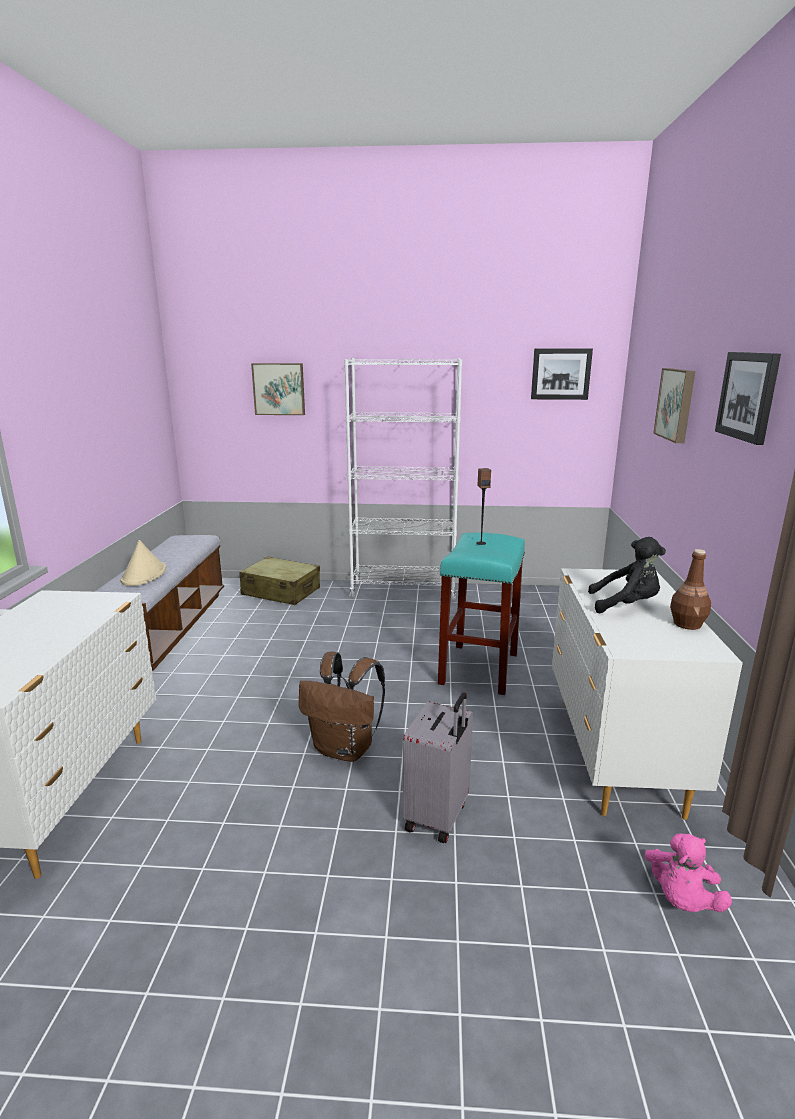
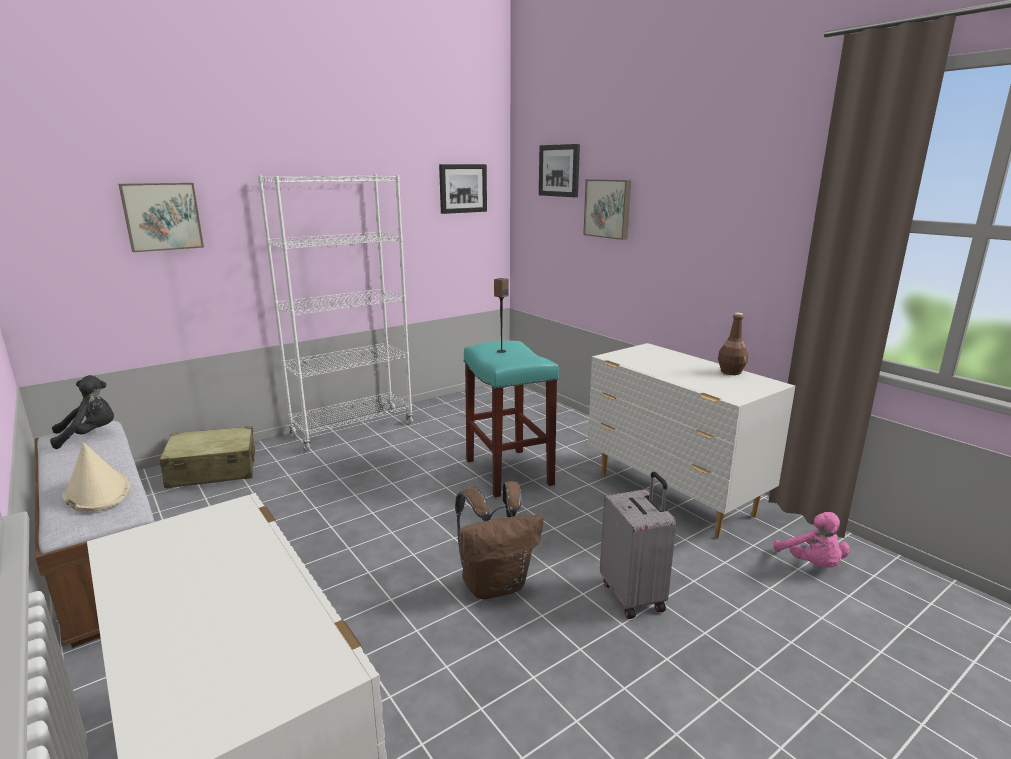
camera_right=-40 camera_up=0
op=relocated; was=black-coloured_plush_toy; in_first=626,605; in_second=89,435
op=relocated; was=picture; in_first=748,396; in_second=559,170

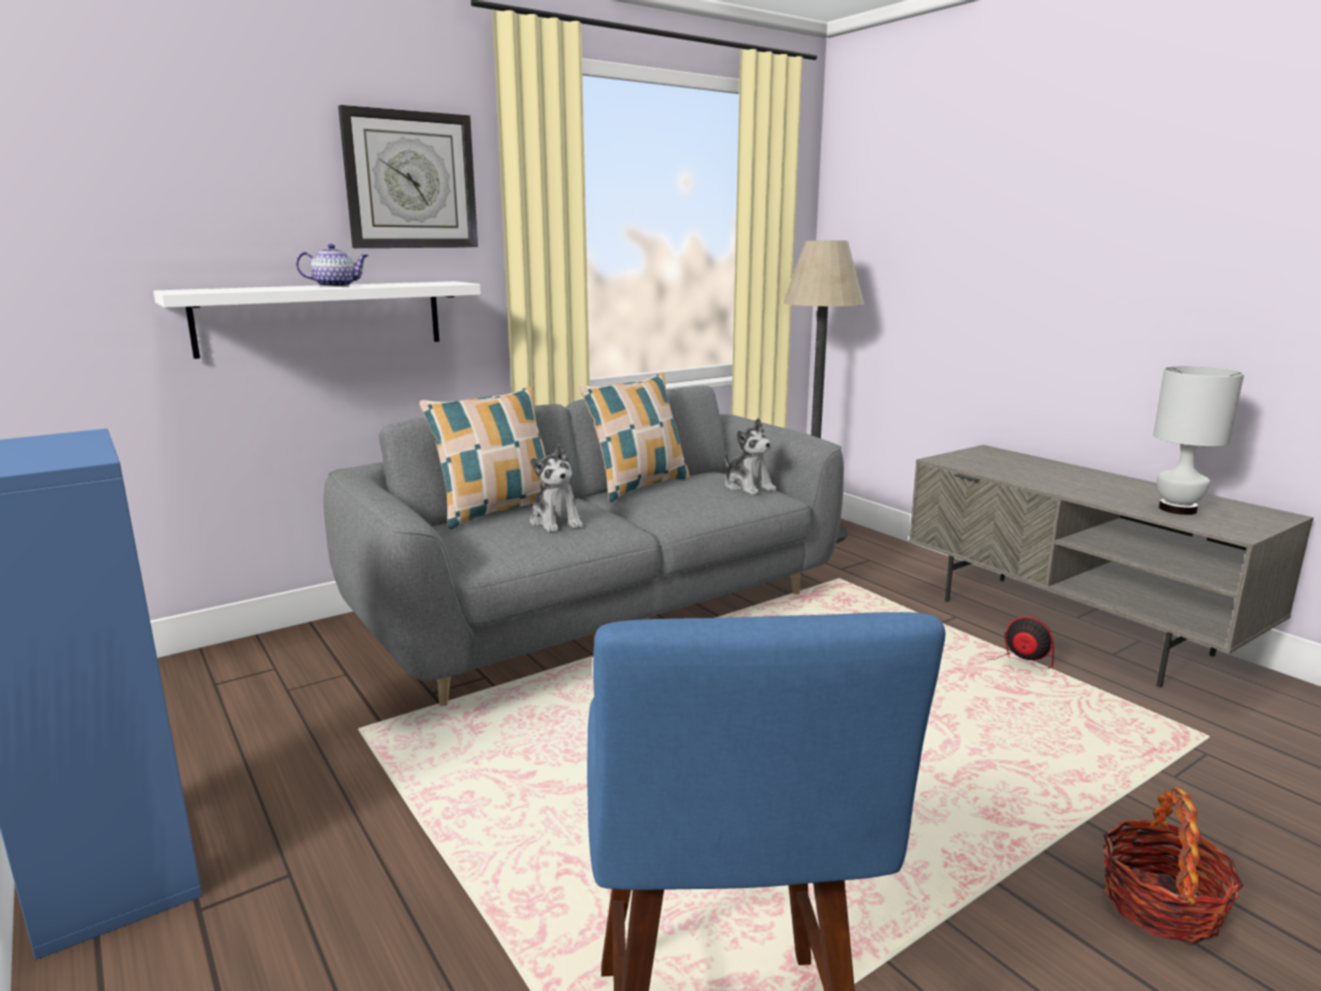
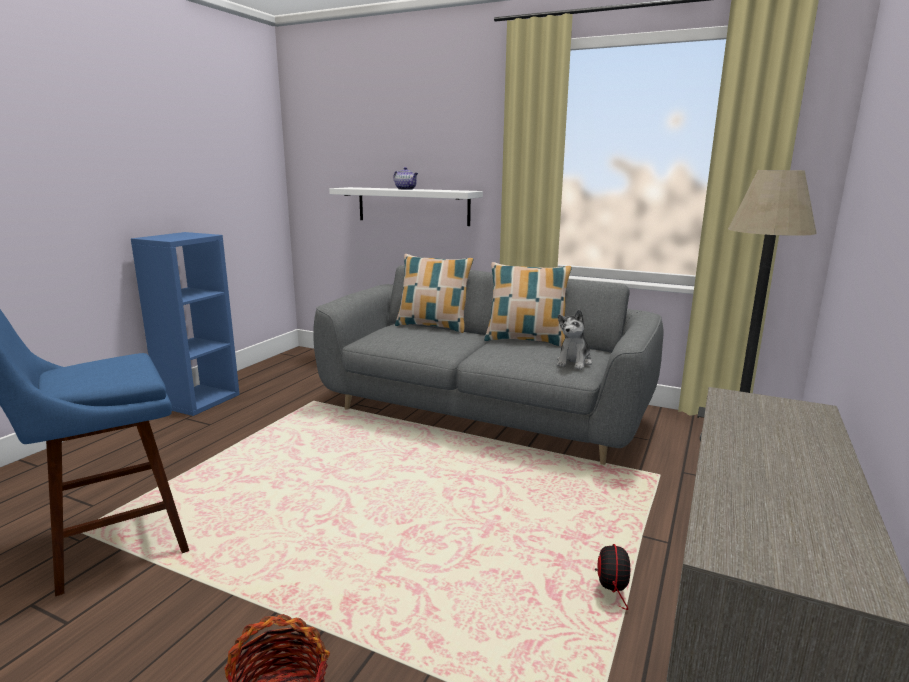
camera_right=60 camera_up=0
op=missing; was=clock_on_the_wall; in_first=410,181
op=missing; was=plush_toy; in_first=556,522
op=missing; was=whitish_table_lamp; in_first=1178,509

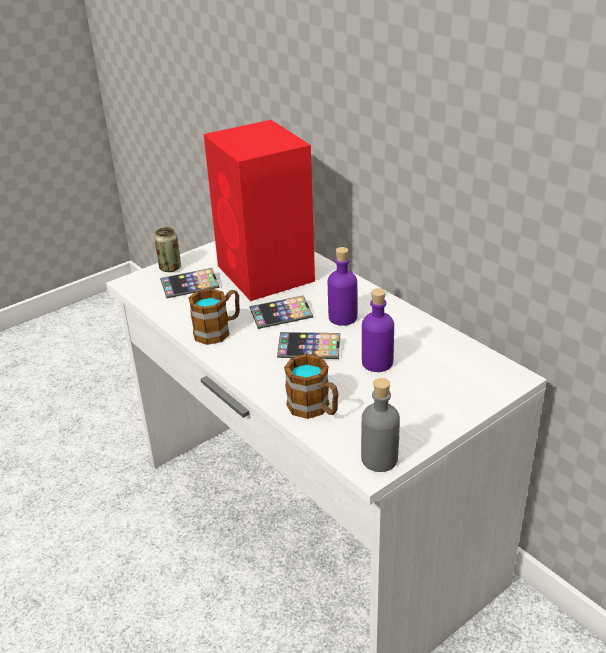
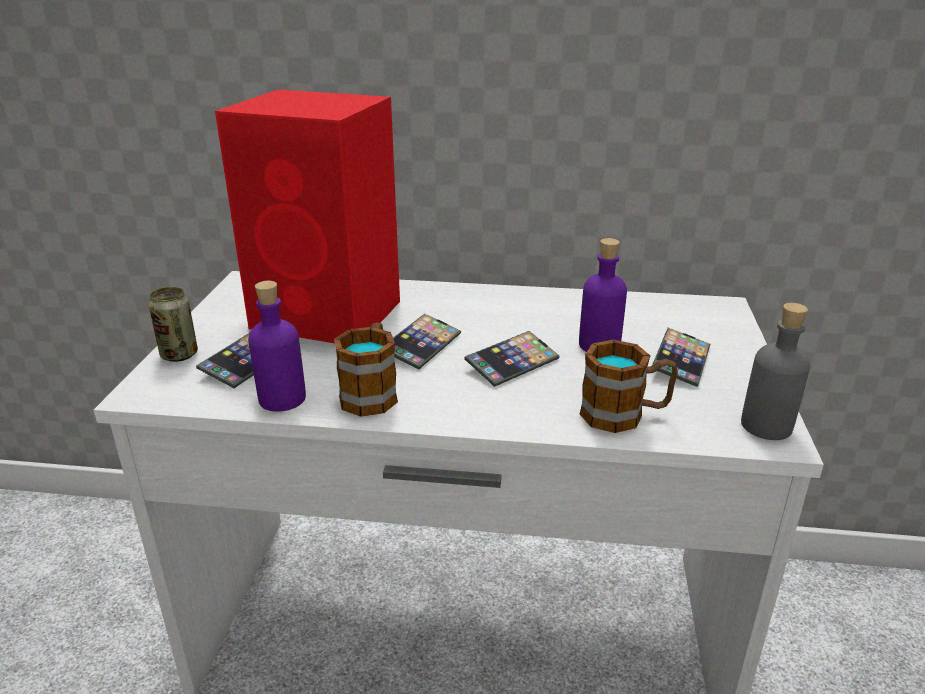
camera_right=-45 camera_up=-5
op=appeared; now=telephone; in_second=680,362
op=relocated; was=purple_drink_bottle; in_first=342,317; in_second=282,399

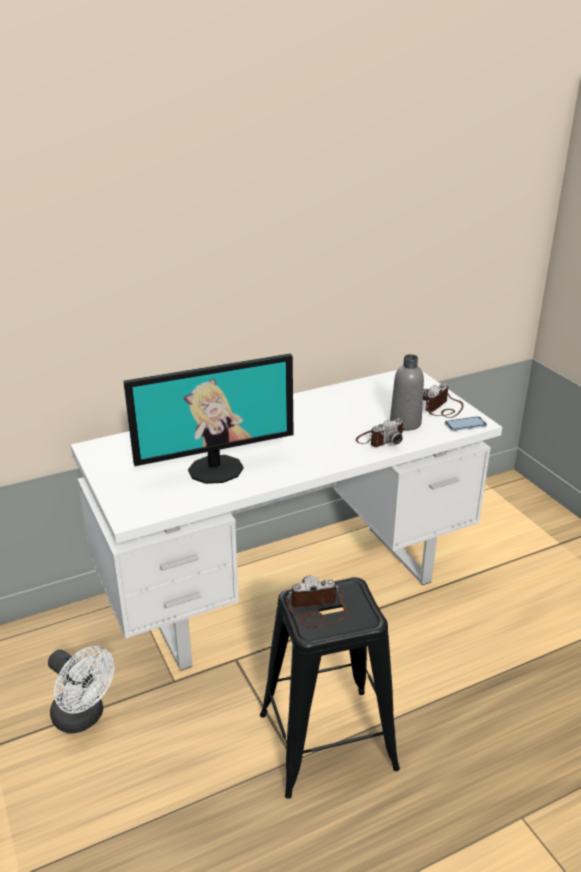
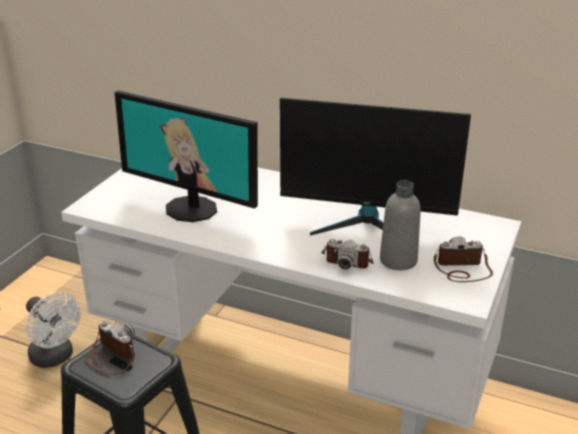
camera_right=50 camera_up=0
op=missing; was=telephone; in_first=465,425
op=appeared; now=computer_display; in_second=367,224
op=spun; was=whitish_cooling_fan; in_first=83,718; in_second=55,357; clockwise=-45

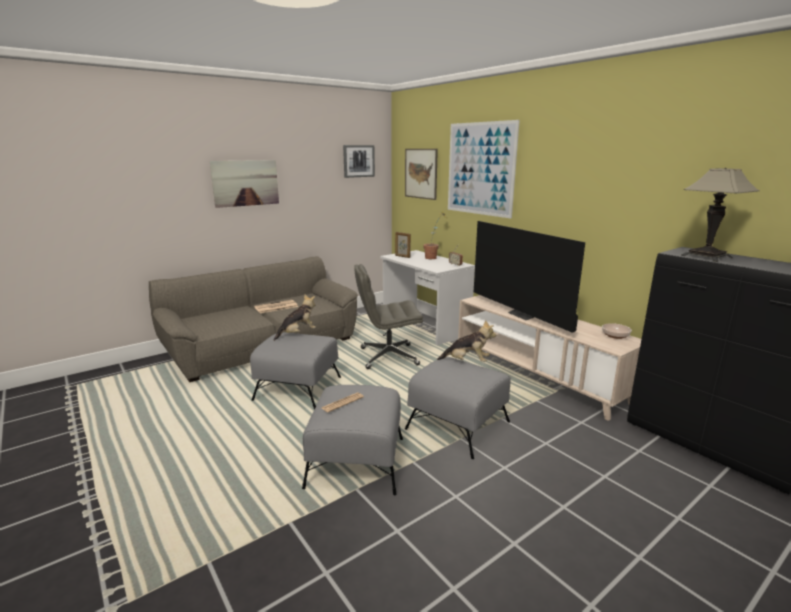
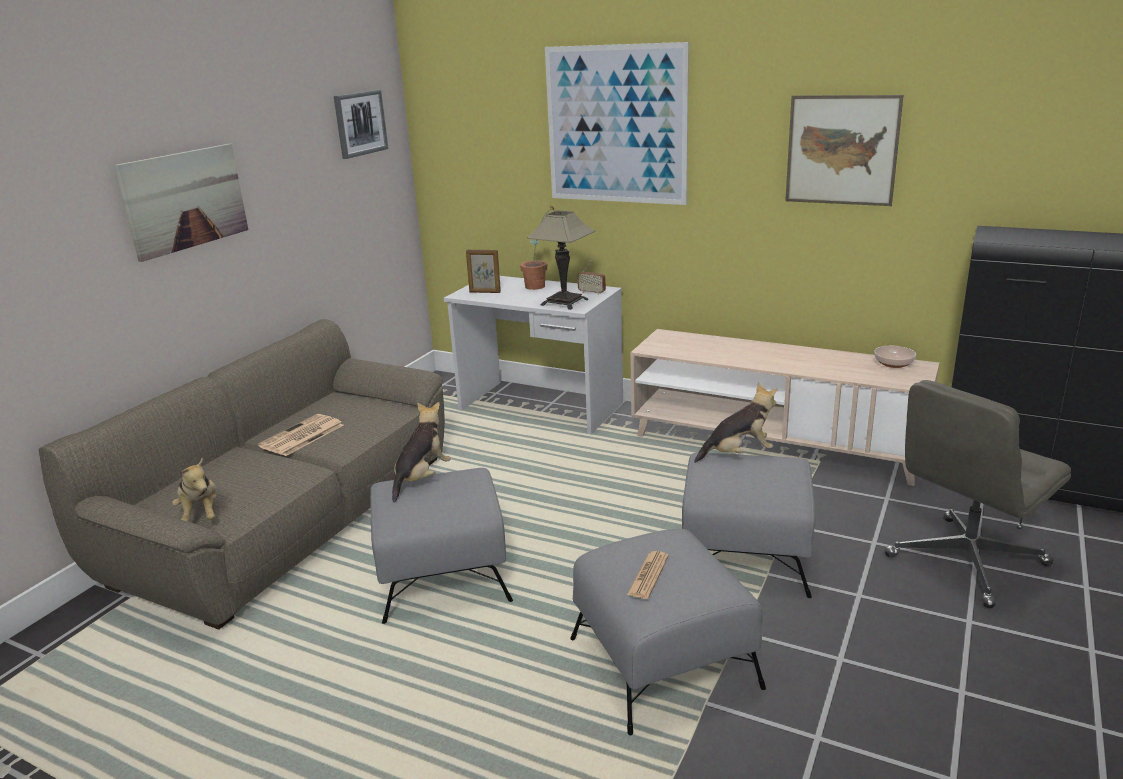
camera_right=-25 camera_up=5
op=missing; was=TV; in_first=523,315
op=appeared; now=plush_toy; in_second=201,514
op=relocated; was=grey_desk_chair; in_first=388,356; in_second=965,561
op=relocated; was=picture; in_first=421,173; in_second=842,150
op=relocated; was=table_lamp; in_first=706,256; in_second=564,302

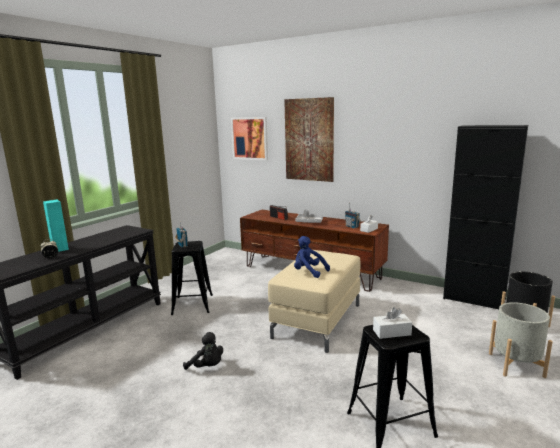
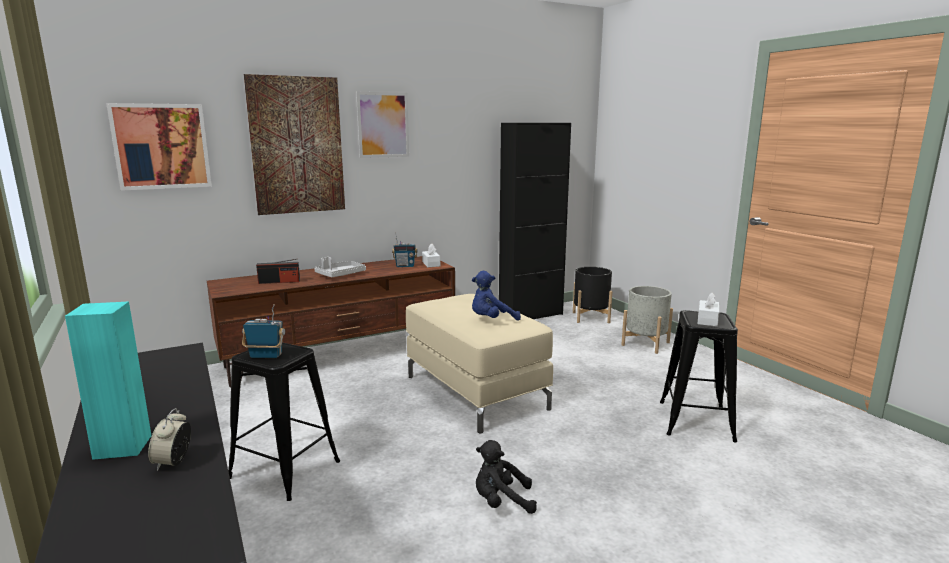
camera_right=-60 camera_up=0
op=appeared; now=picture; in_second=383,125
op=spun; was=black-coloured_plush_toy; in_first=207,367; in_second=501,502; clockwise=-150

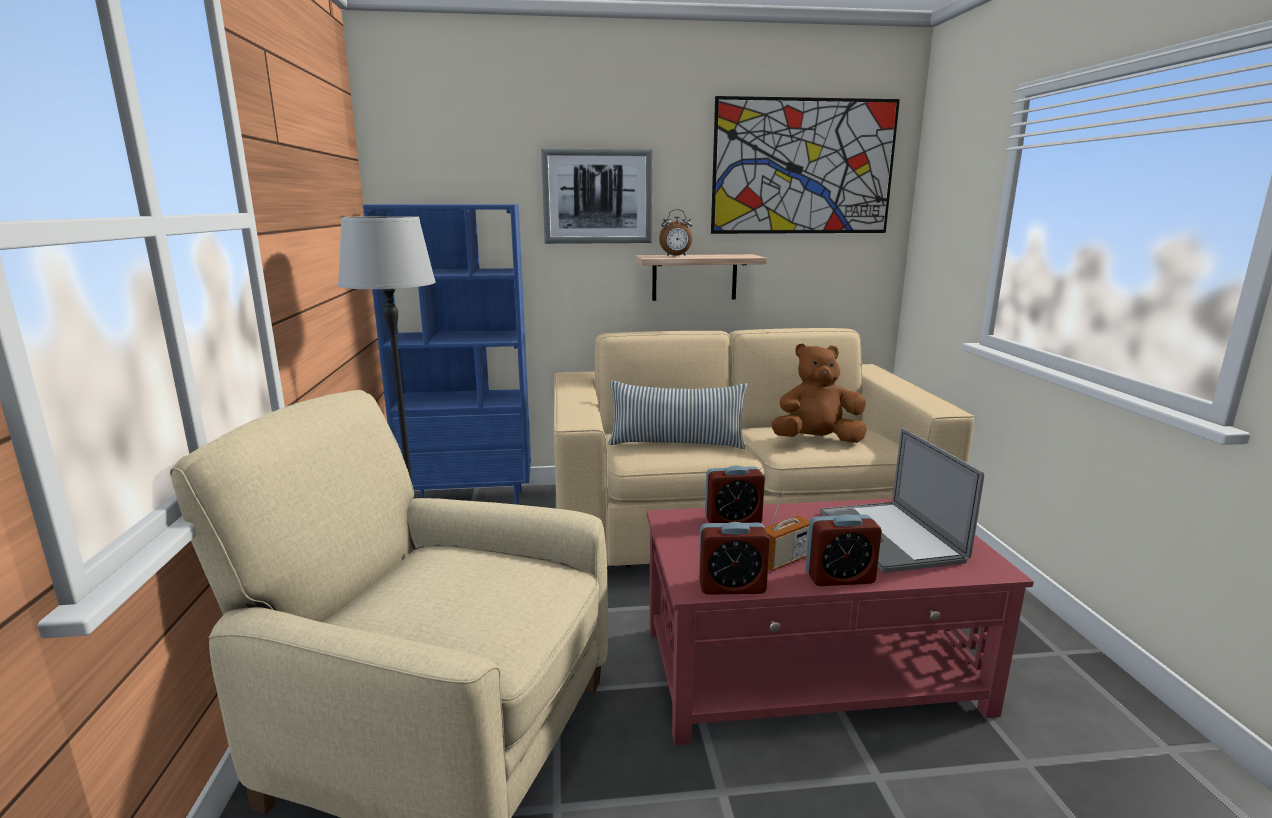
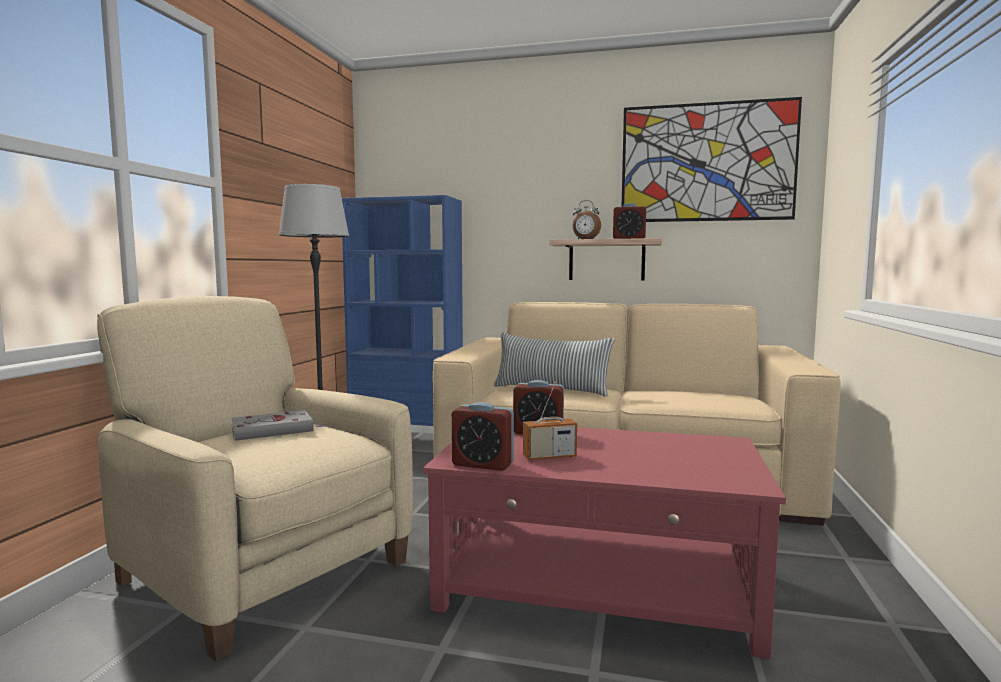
camera_right=20 camera_up=-10
op=missing; was=picture; in_first=597,197
op=missing; was=brown-coloured_plush_toy; in_first=816,441
op=missing; was=laptop; in_first=889,536
op=appeared; now=grey_volume; in_second=275,430
op=relocated; was=bedside_clock; in_first=839,578; in_second=629,239

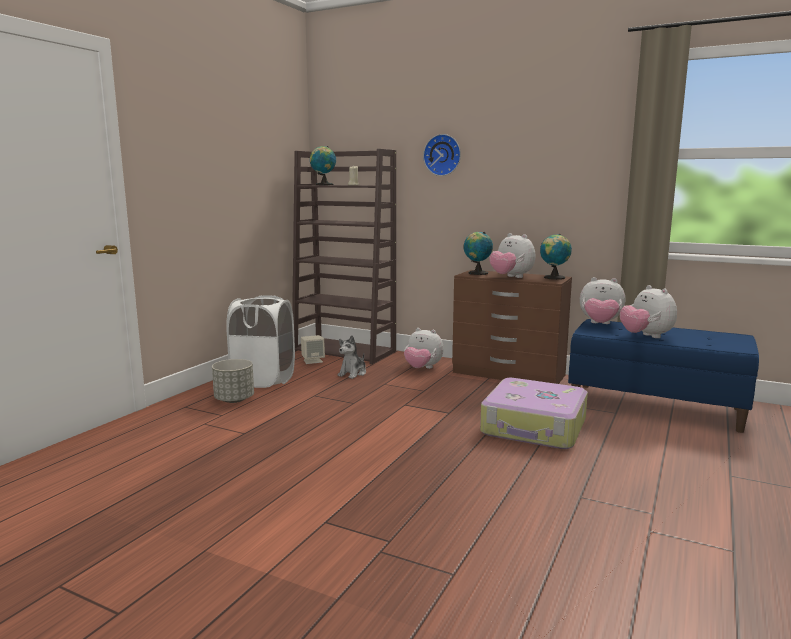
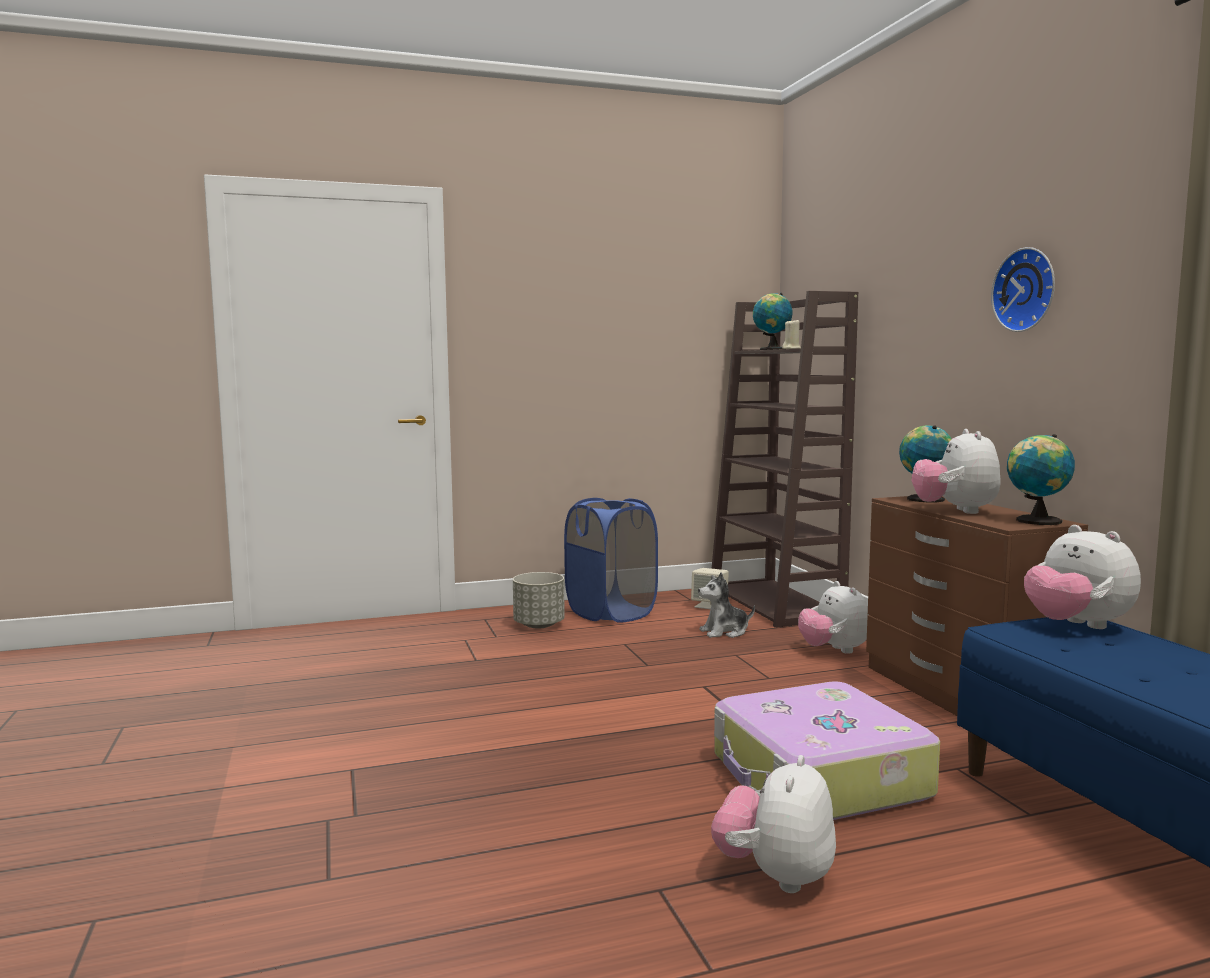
camera_right=45 camera_up=-5
op=relocated; was=clock_on_the_wall; in_first=443,155; in_second=1027,290
op=relocated; was=plush_toy; in_first=646,336; in_second=775,876
op=colour; was=whitish_laundry_basket; now=blue-coloured_laundry_basket; in_first=264,380; in_second=611,613

